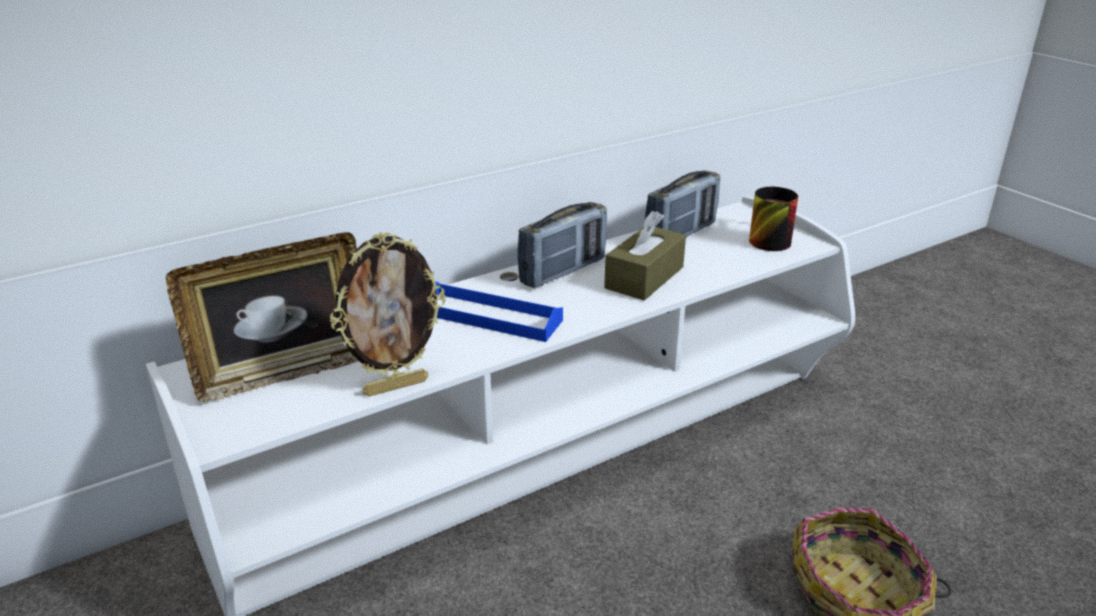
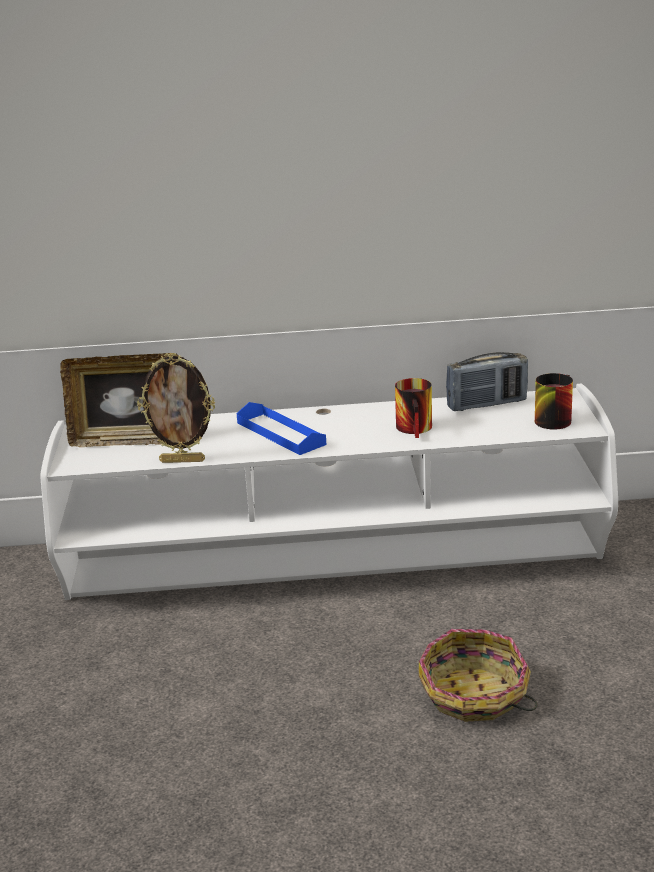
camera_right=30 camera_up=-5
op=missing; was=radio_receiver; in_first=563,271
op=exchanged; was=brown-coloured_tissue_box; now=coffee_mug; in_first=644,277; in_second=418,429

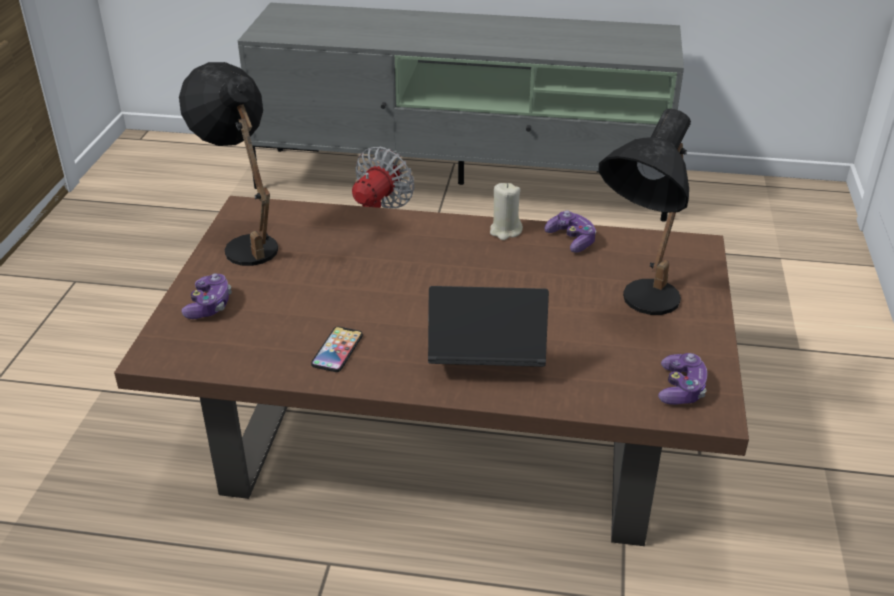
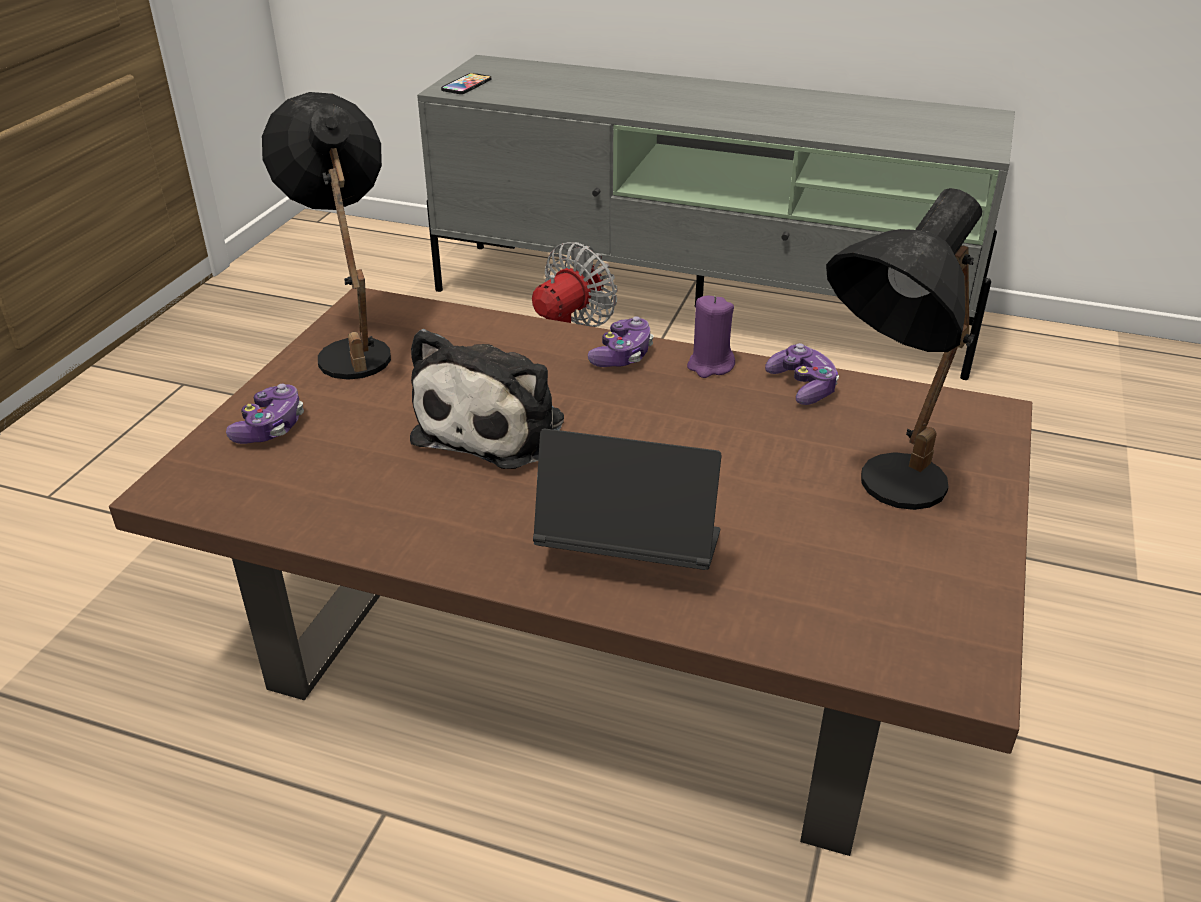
camera_right=10 camera_up=0
op=appeared; now=plush_toy; in_second=495,426
op=relocated; was=telephone; in_first=337,350; in_second=466,85
op=relocated; was=joypad; in_first=681,388; in_second=622,355
op=colour; was=sand-coloured_wax_candle; now=purple_wax_candle; in_first=505,231; in_second=710,365

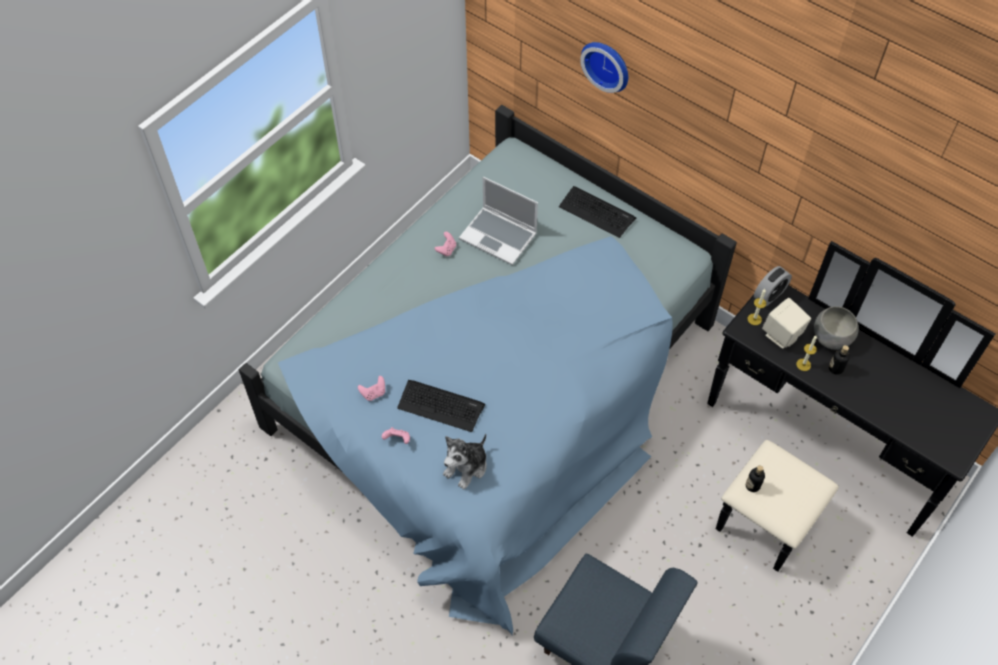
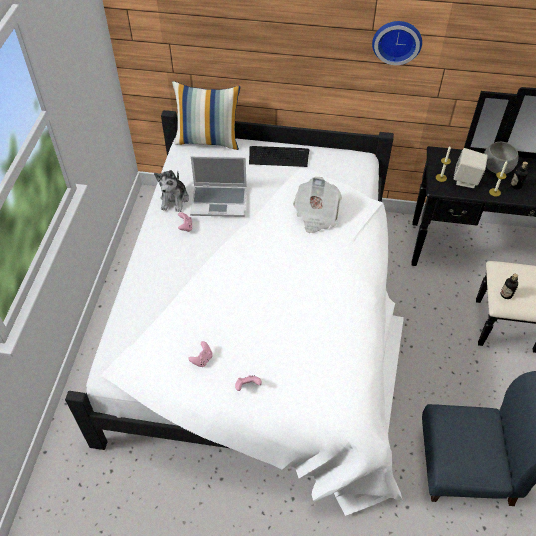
camera_right=-30 camera_up=-5
op=missing; was=computer_keyboard; in_first=440,406
op=missing; was=bedside_clock; in_first=769,295
op=appeared; now=cushion; in_second=208,140
op=appeared; now=printed_paper; in_second=316,215
op=relocated; was=plush_toy; in_first=466,467; in_second=174,199
op=relocated; was=clock_on_the_wall; in_first=607,64; in_second=397,40
op=colour; was=blue-coloured_bedroom_bed; now=whitish_bedroom_bed; in_first=496,390; in_second=262,325

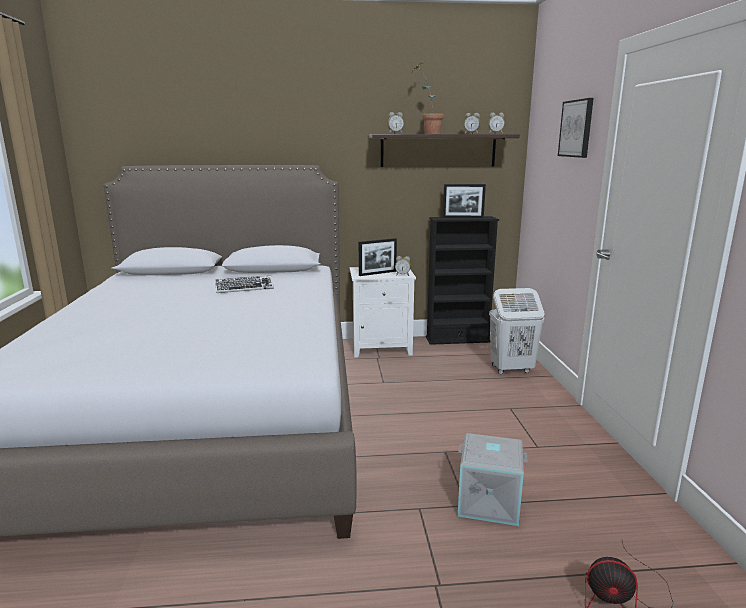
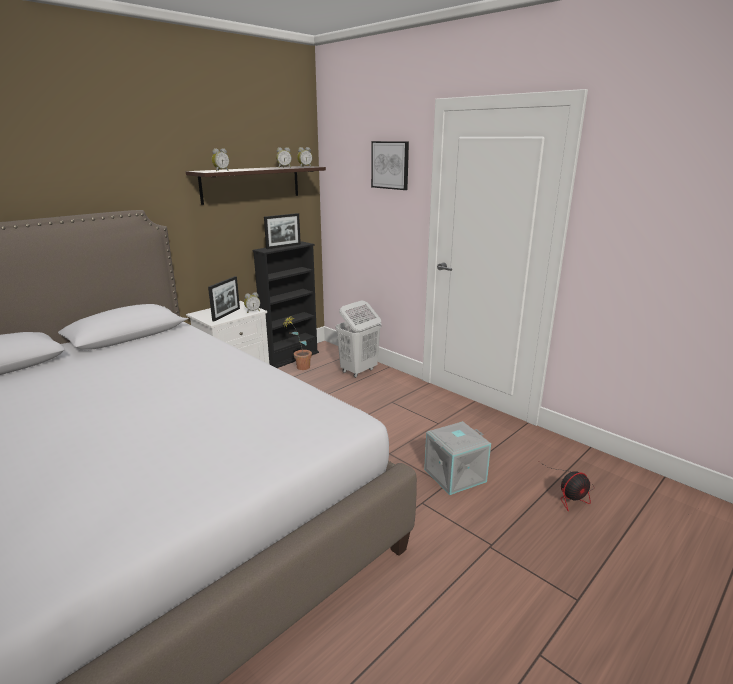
camera_right=-40 camera_up=5
op=missing; was=computer_keyboard; in_first=244,288
op=relocated; was=potted_plant; in_first=427,134; in_second=299,368

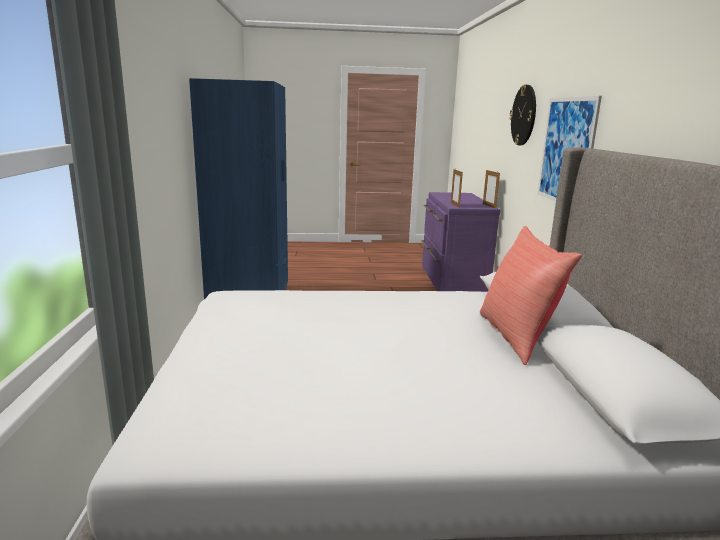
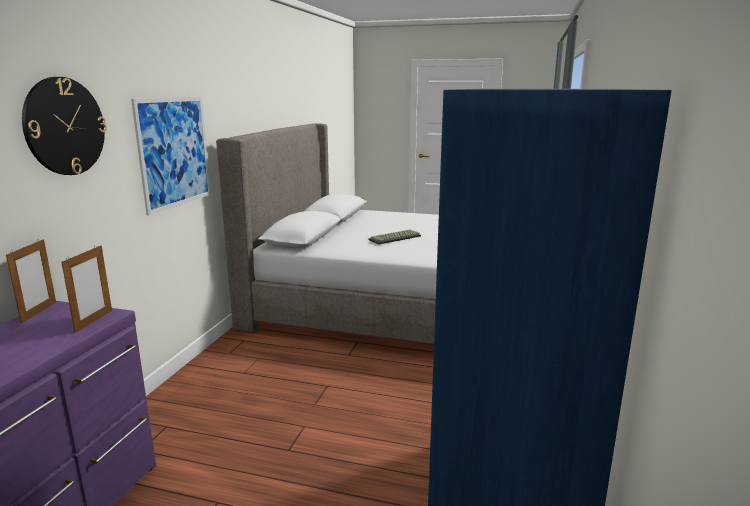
camera_right=-160 camera_up=0
op=missing; was=red-coloured_cushion; in_first=517,336
op=appeared; now=computer_keyboard; in_second=395,238

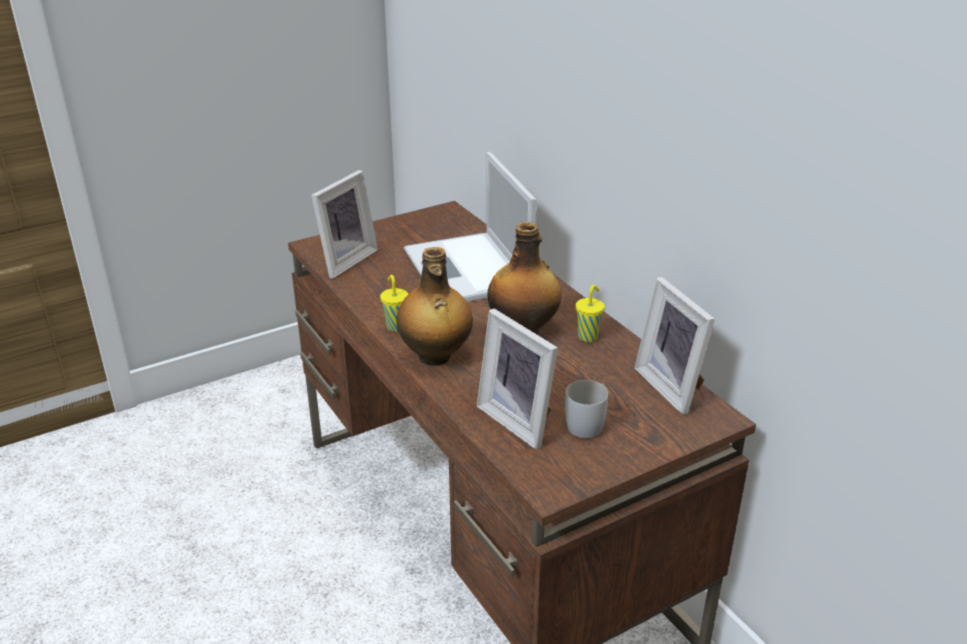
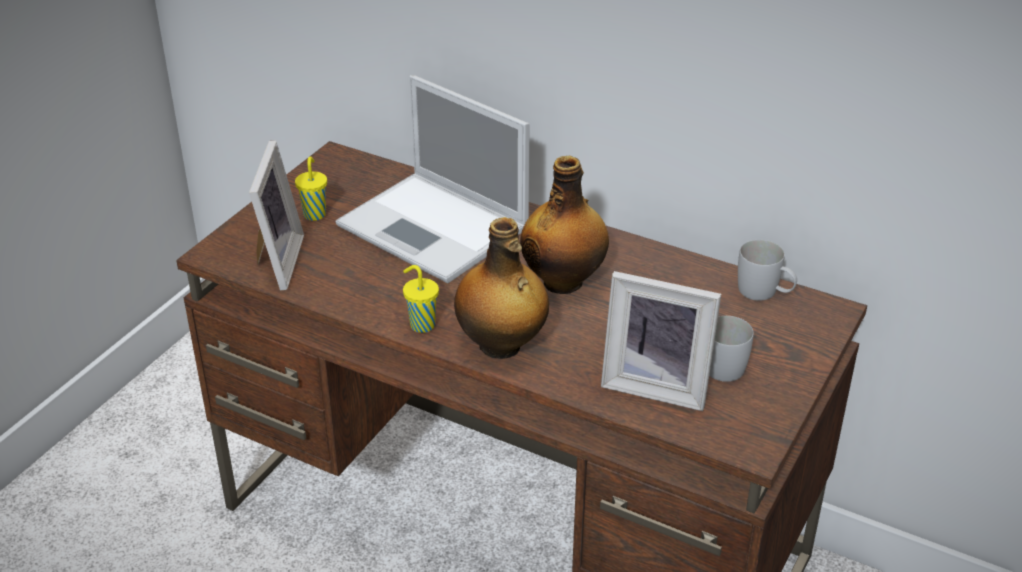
camera_right=-30 camera_up=5
op=relocated; was=yellow_small_cup; in_first=588,336; in_second=315,214
op=exchanged; was=picture_frame; now=whitish_coffee_mug; in_first=673,387; in_second=764,293

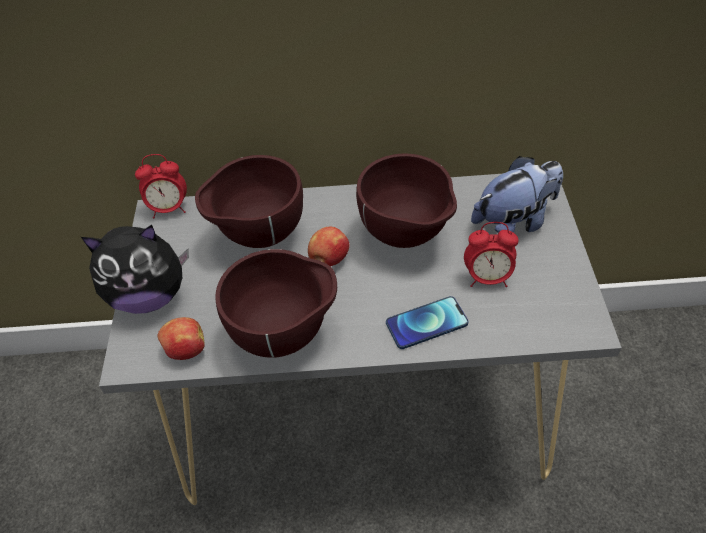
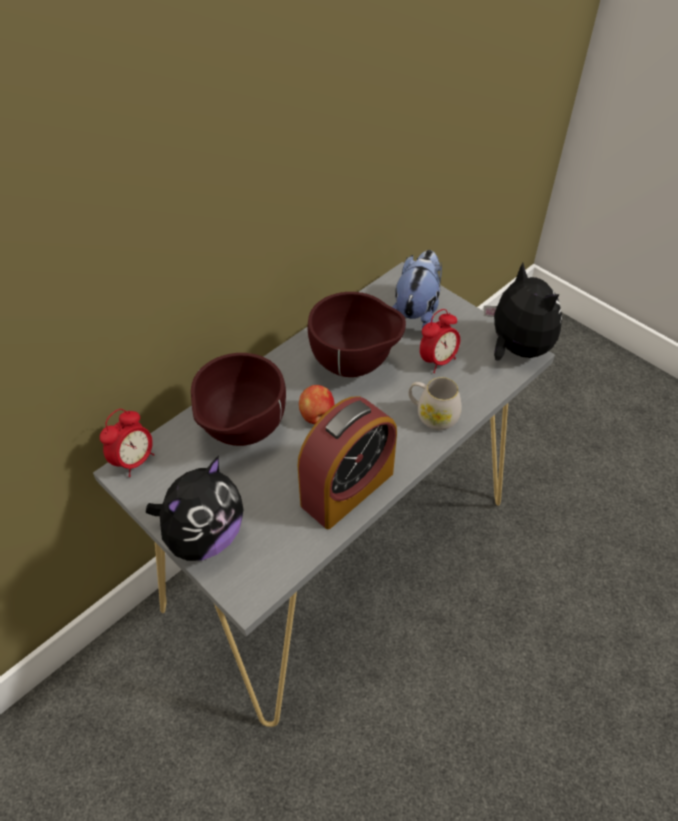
camera_right=-45 camera_up=0
op=missing; was=apple_fruit; in_first=185,350
op=appeared; now=plush_toy; in_second=516,349
op=exchanged; was=brown-coloured_deep_dish; now=bedside_clock; in_first=286,335; in_second=347,488
op=exchanged; was=telephone; now=whitish_coffee_mug; in_first=426,323; in_second=432,415

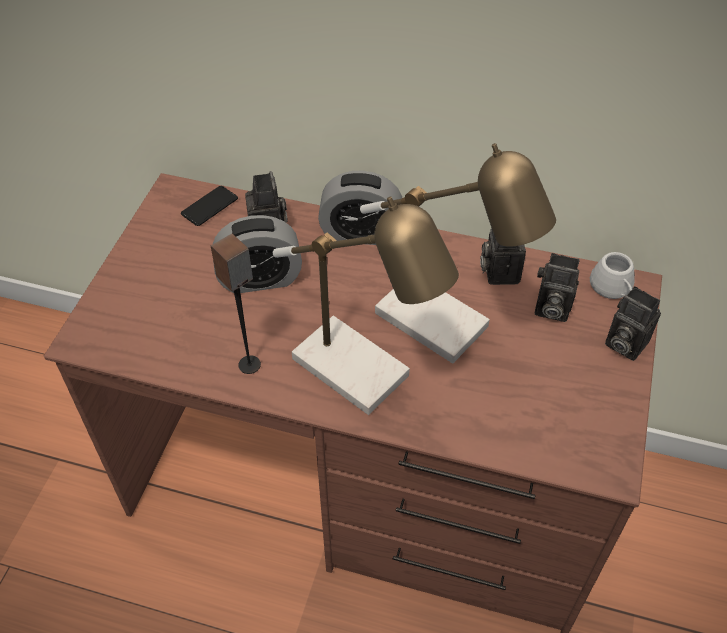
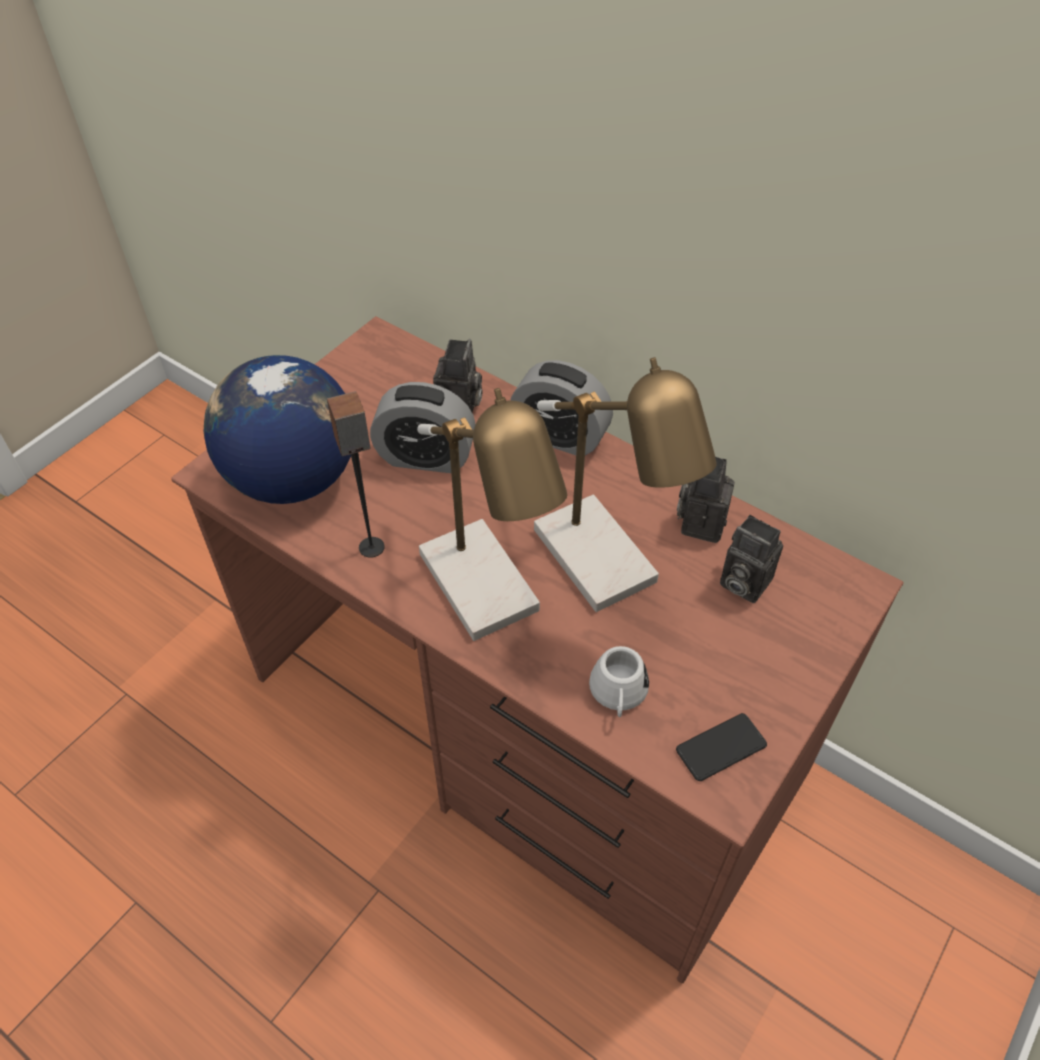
camera_right=20 camera_up=0
op=missing; was=still_camera; in_first=623,343
op=appeared; now=world_globe; in_second=292,479
op=relocated; was=telephone; in_first=209,206; in_second=721,747
op=relocated; was=whitish_coffee_mug; in_first=613,289; in_second=618,694

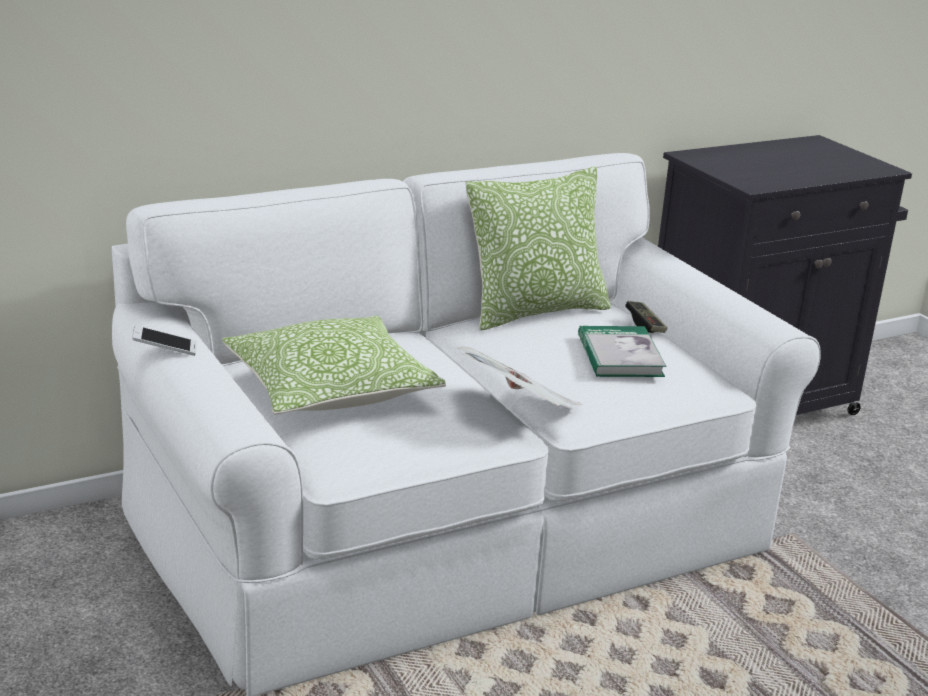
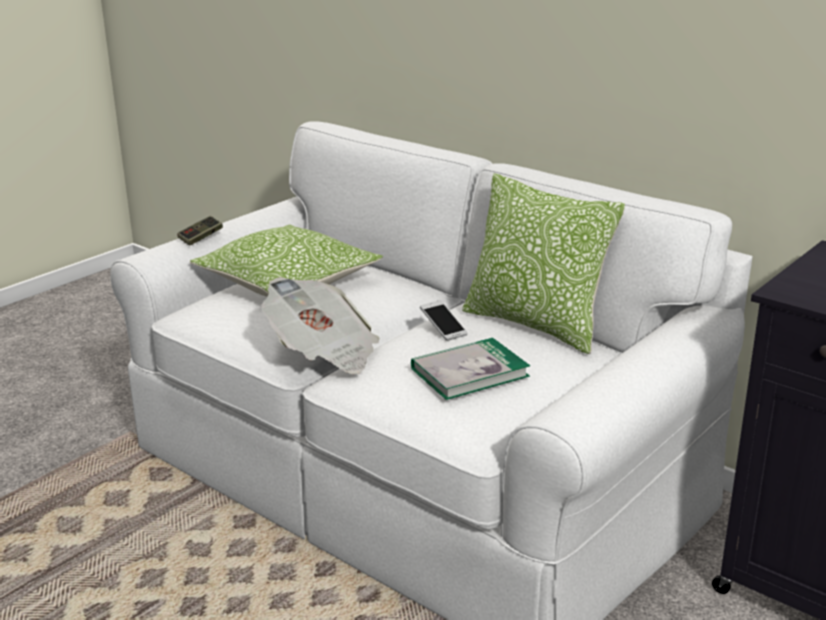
camera_right=70 camera_up=0
op=relocated; was=telephone; in_first=165,350; in_second=443,328
op=relocated; was=joypad; in_first=645,325; in_second=201,238

